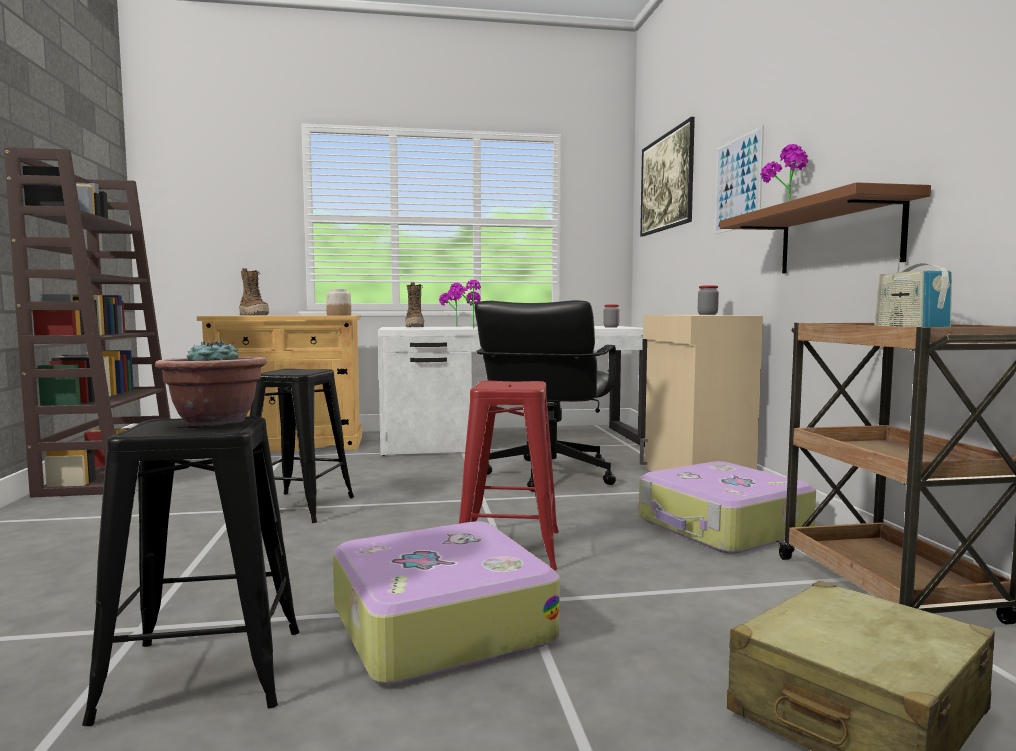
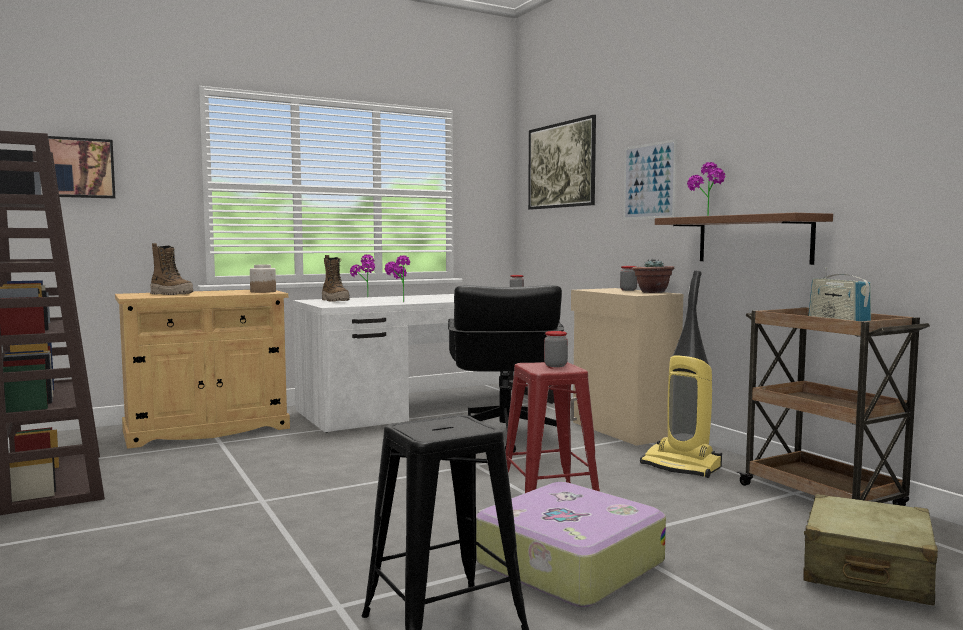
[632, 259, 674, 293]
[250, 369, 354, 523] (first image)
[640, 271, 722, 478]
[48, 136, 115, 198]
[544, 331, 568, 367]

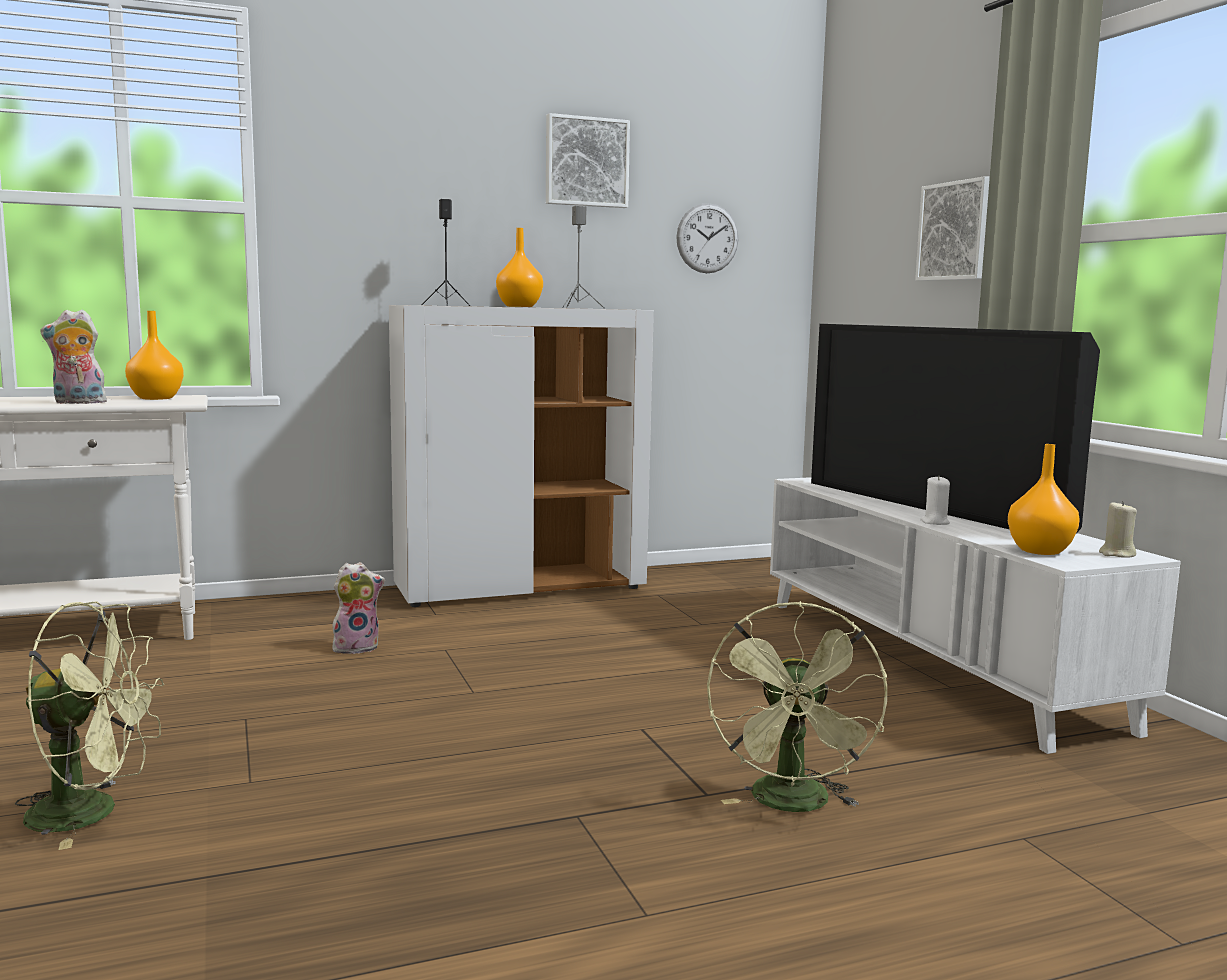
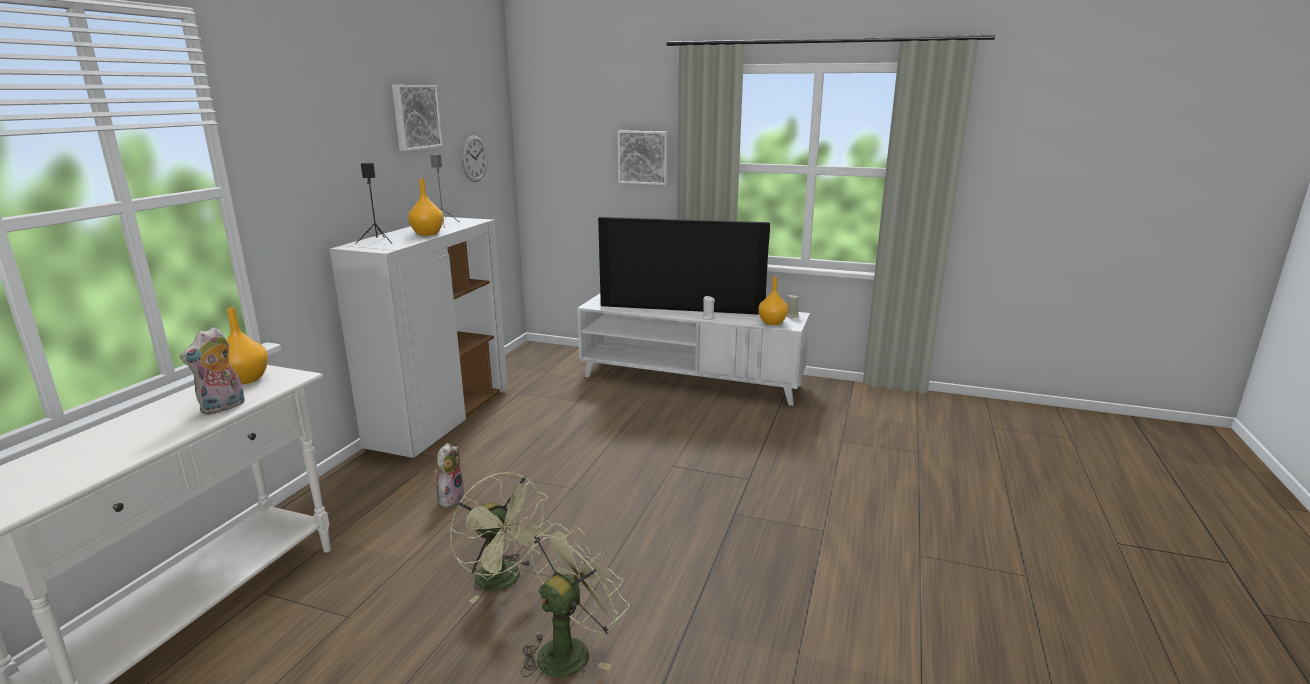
[450, 472, 552, 603]

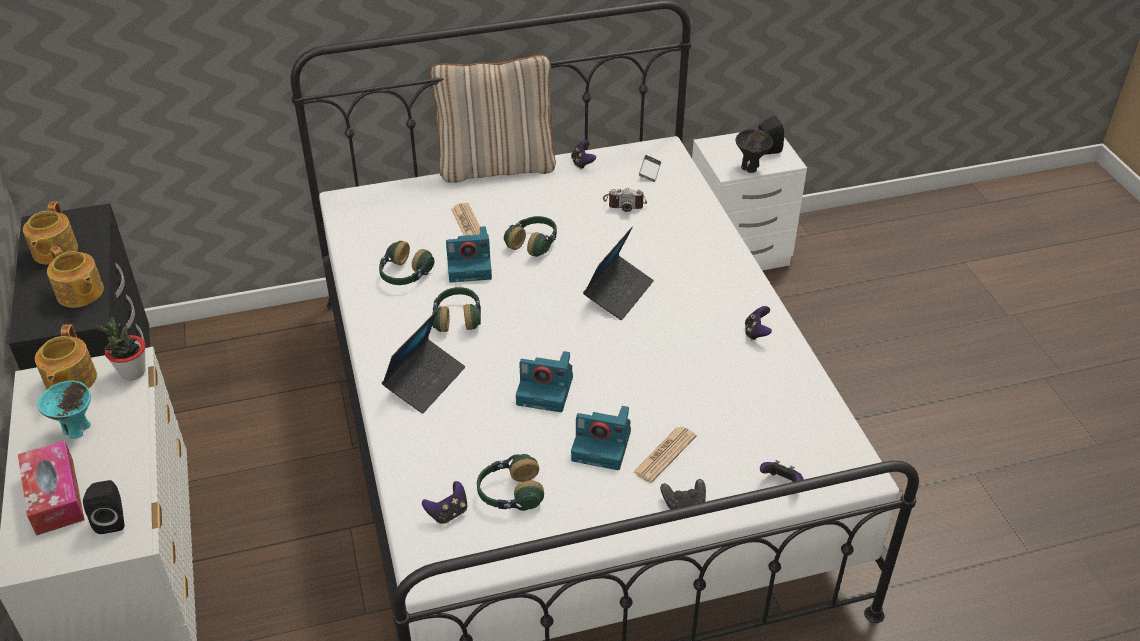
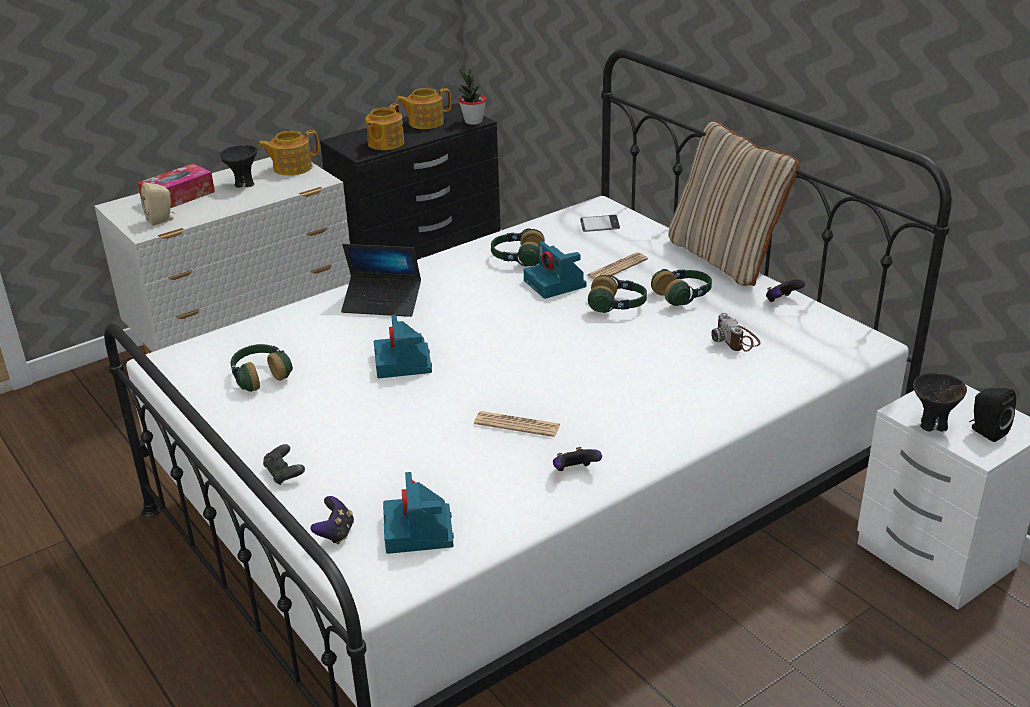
[580, 215, 620, 232]
[583, 227, 654, 320] (first image)
[651, 269, 712, 306]
[459, 68, 486, 125]
[220, 145, 257, 188]
[383, 472, 454, 554]
[474, 411, 561, 437]
[141, 183, 174, 226]
[422, 481, 468, 524] (first image)

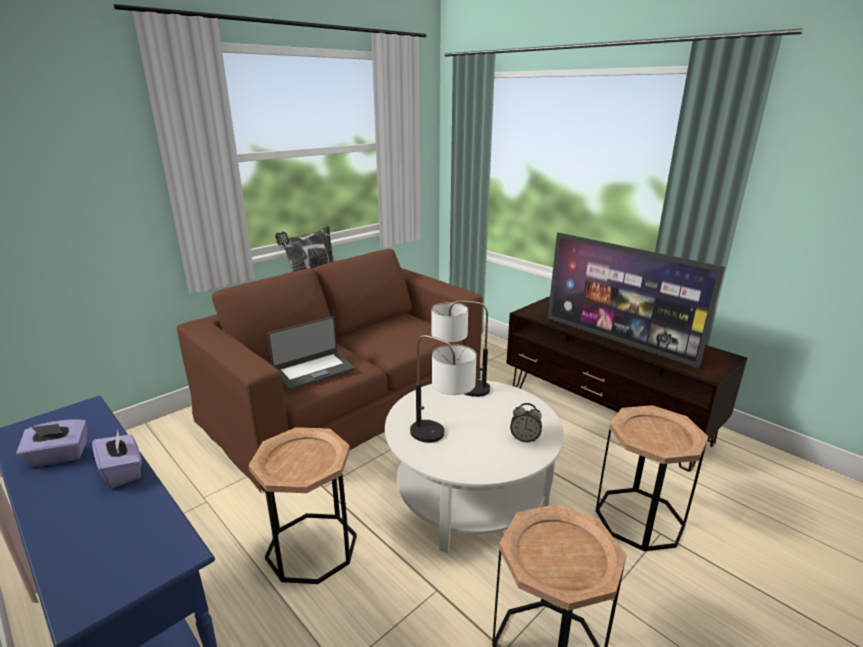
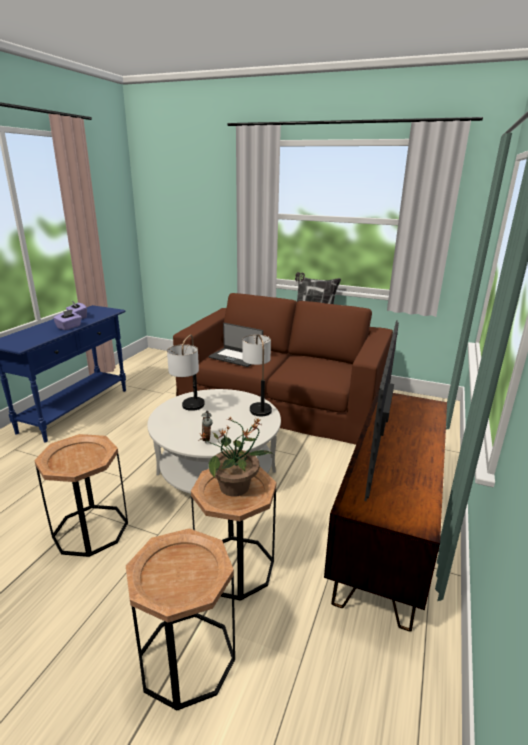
[126, 528, 235, 710]
[198, 416, 273, 497]

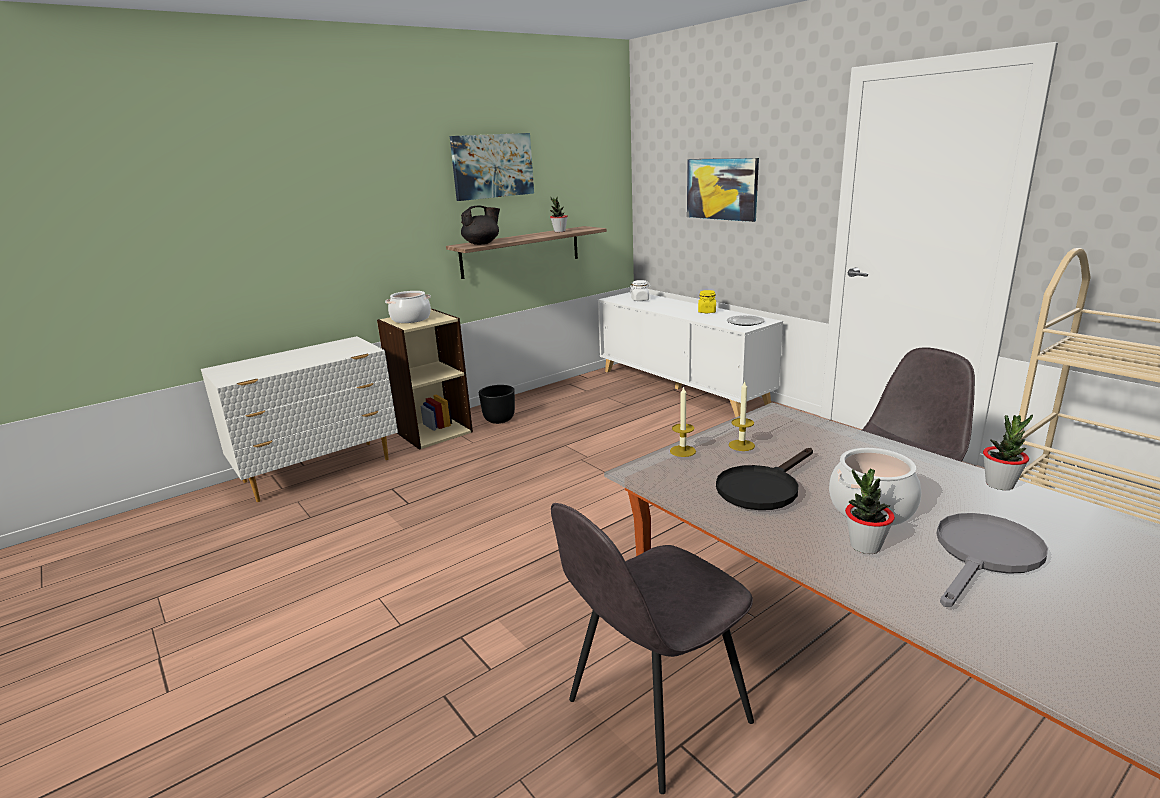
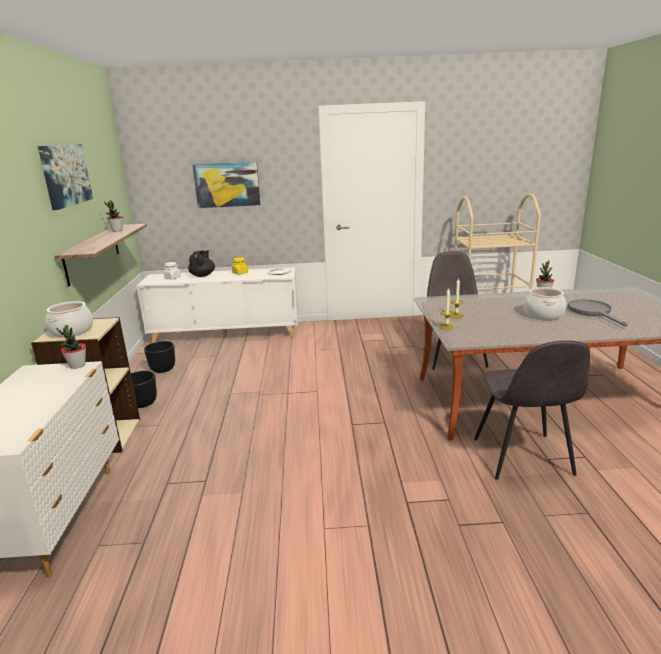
[188, 250, 215, 277]
[716, 448, 813, 510] (first image)
[56, 325, 86, 369]
[144, 341, 175, 373]

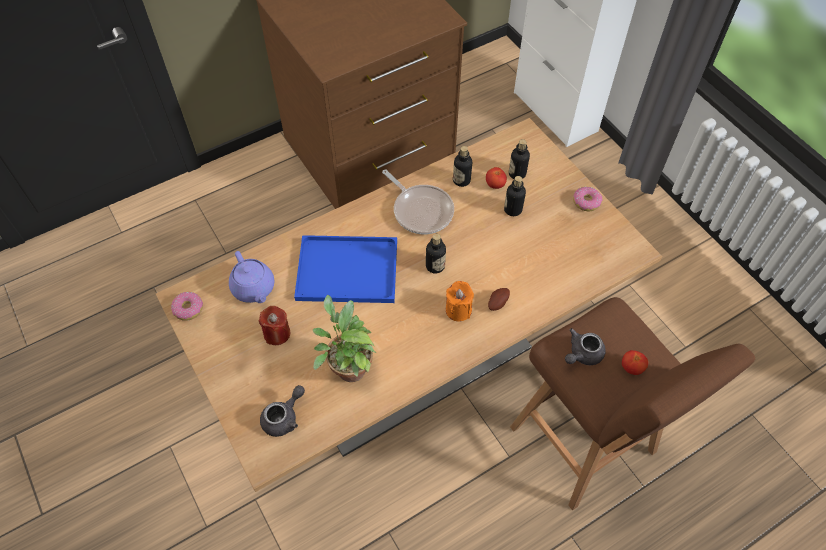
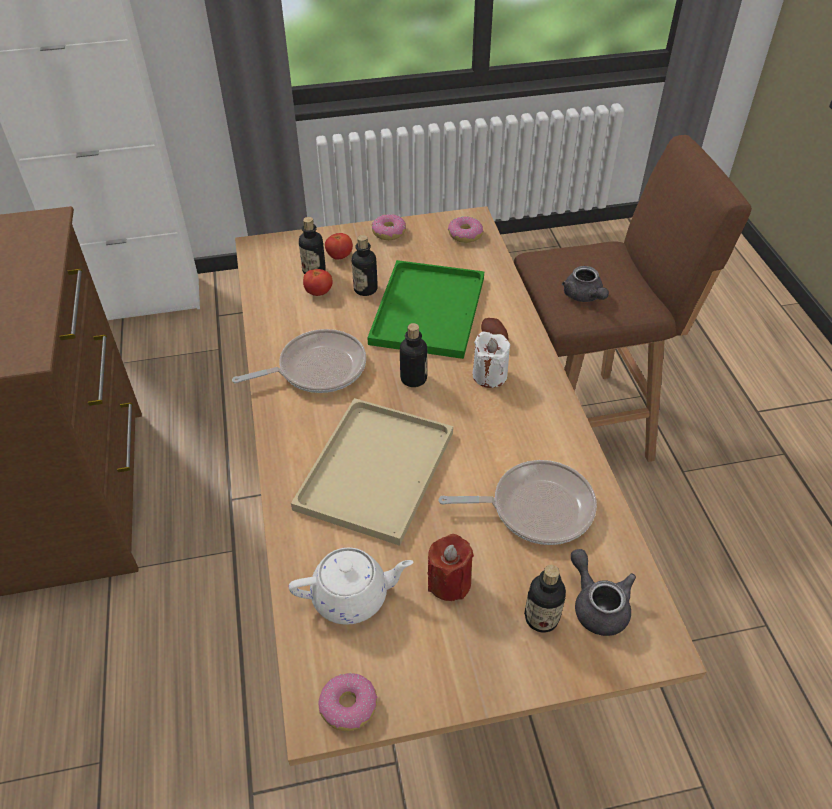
[524, 565, 566, 633]
[291, 398, 453, 546]
[289, 548, 413, 625]
[473, 331, 510, 388]
[438, 460, 597, 545]
[325, 233, 353, 259]
[448, 216, 483, 243]
[367, 260, 484, 359]

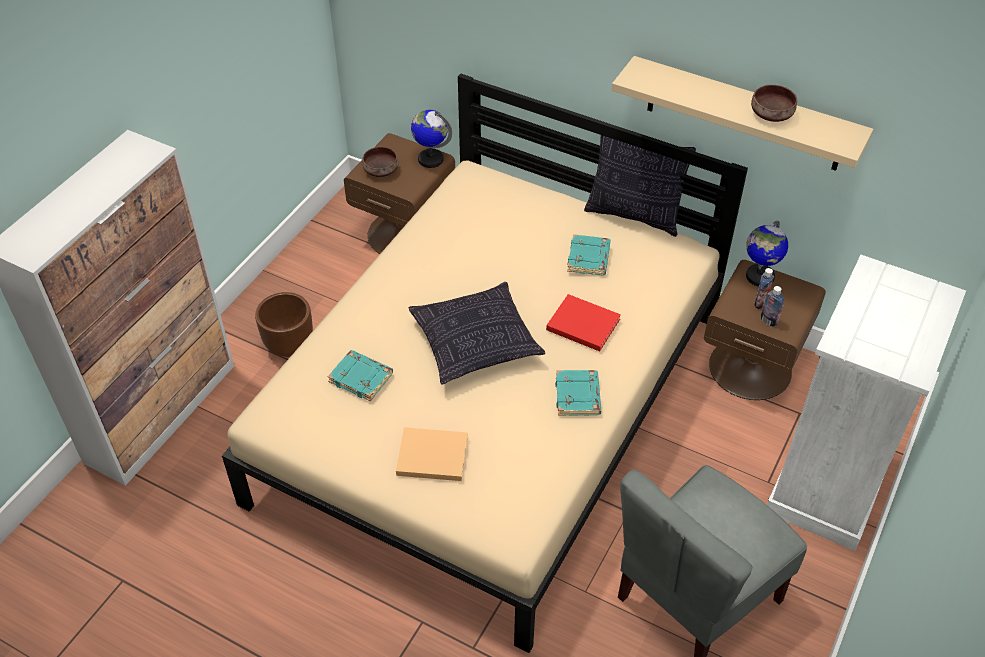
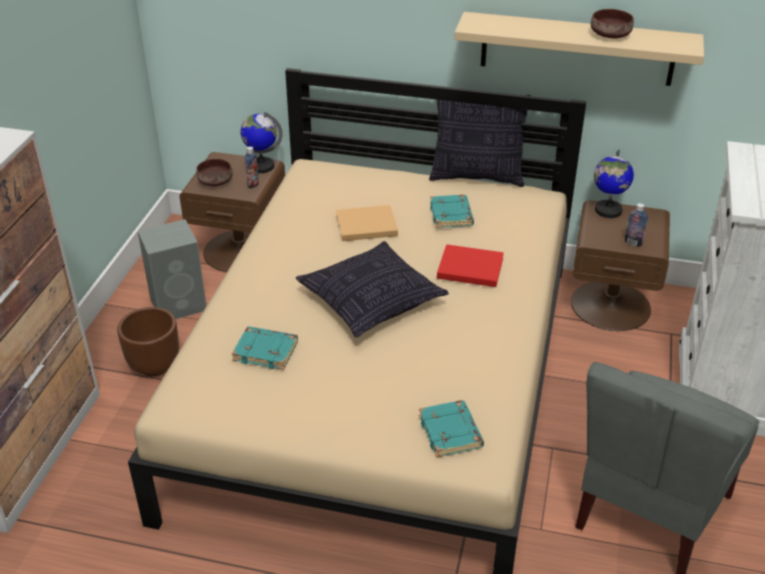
[245, 146, 259, 188]
[419, 400, 484, 458]
[336, 205, 398, 241]
[138, 219, 207, 319]

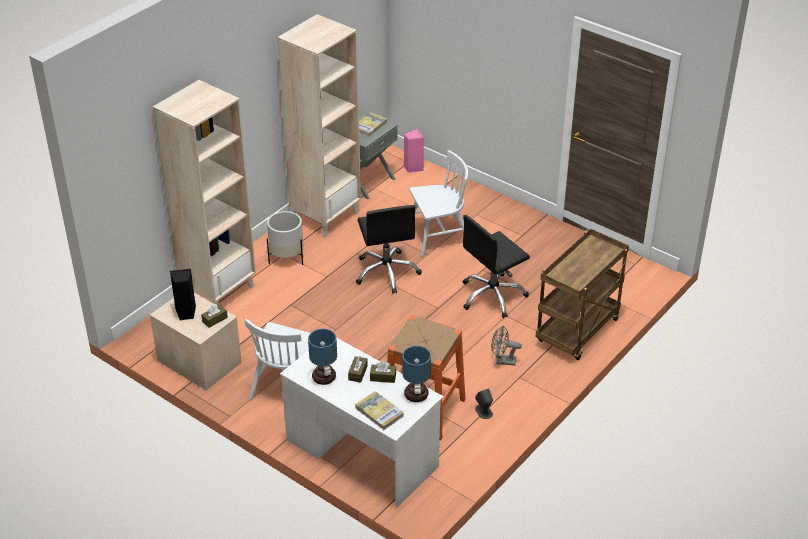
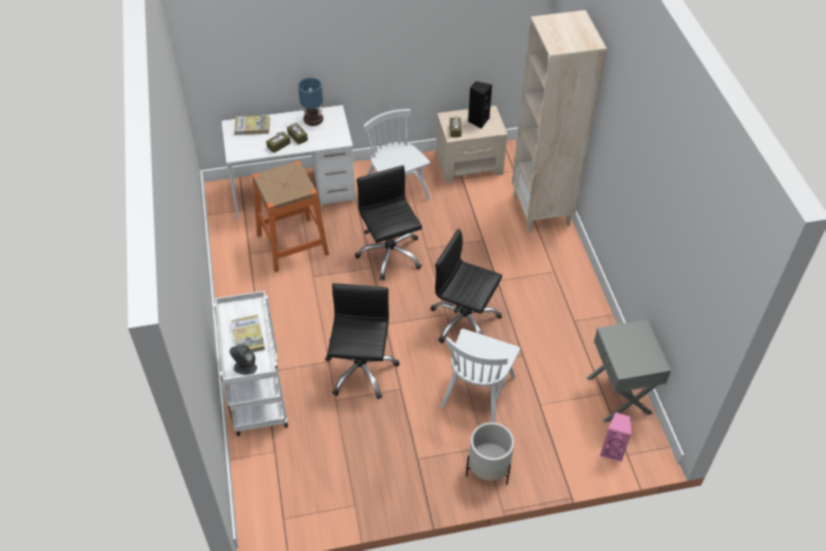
[277, 14, 361, 237] (first image)
[231, 315, 265, 352]
[466, 422, 514, 485]
[213, 291, 288, 436]
[491, 326, 522, 366] (first image)
[402, 346, 431, 402] (first image)
[230, 344, 257, 375]
[355, 165, 422, 281]

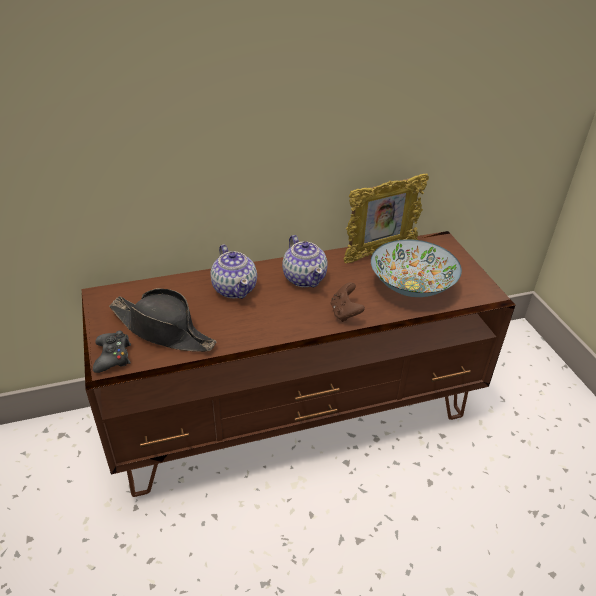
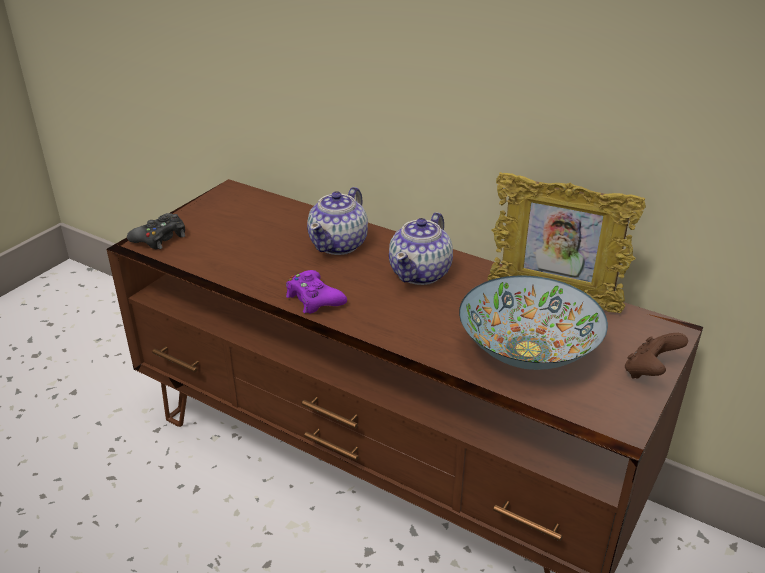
[625, 333, 688, 379]
[109, 288, 216, 352] (first image)
[286, 270, 347, 314]

